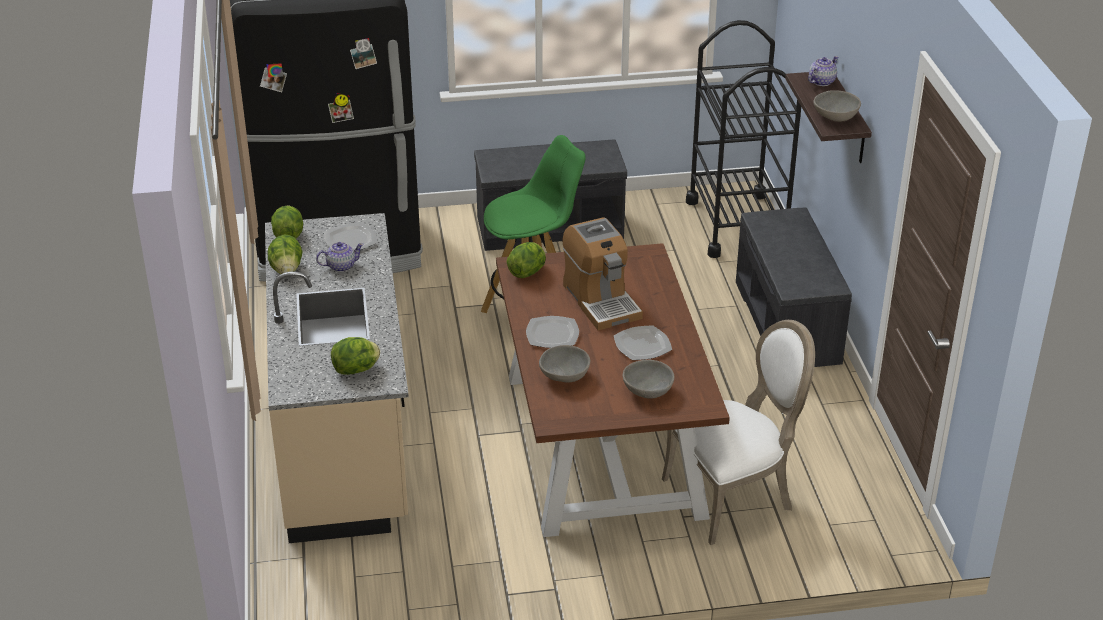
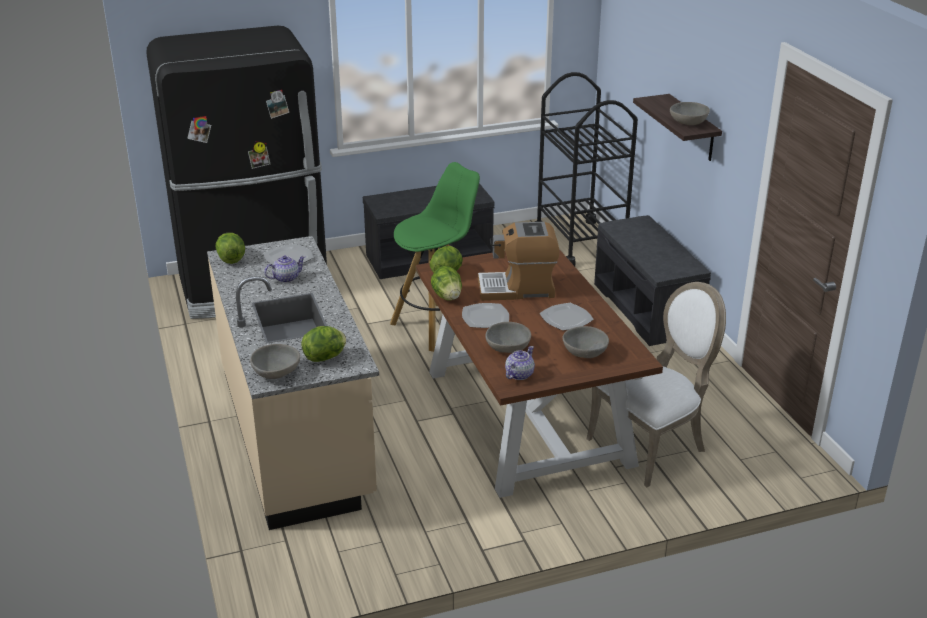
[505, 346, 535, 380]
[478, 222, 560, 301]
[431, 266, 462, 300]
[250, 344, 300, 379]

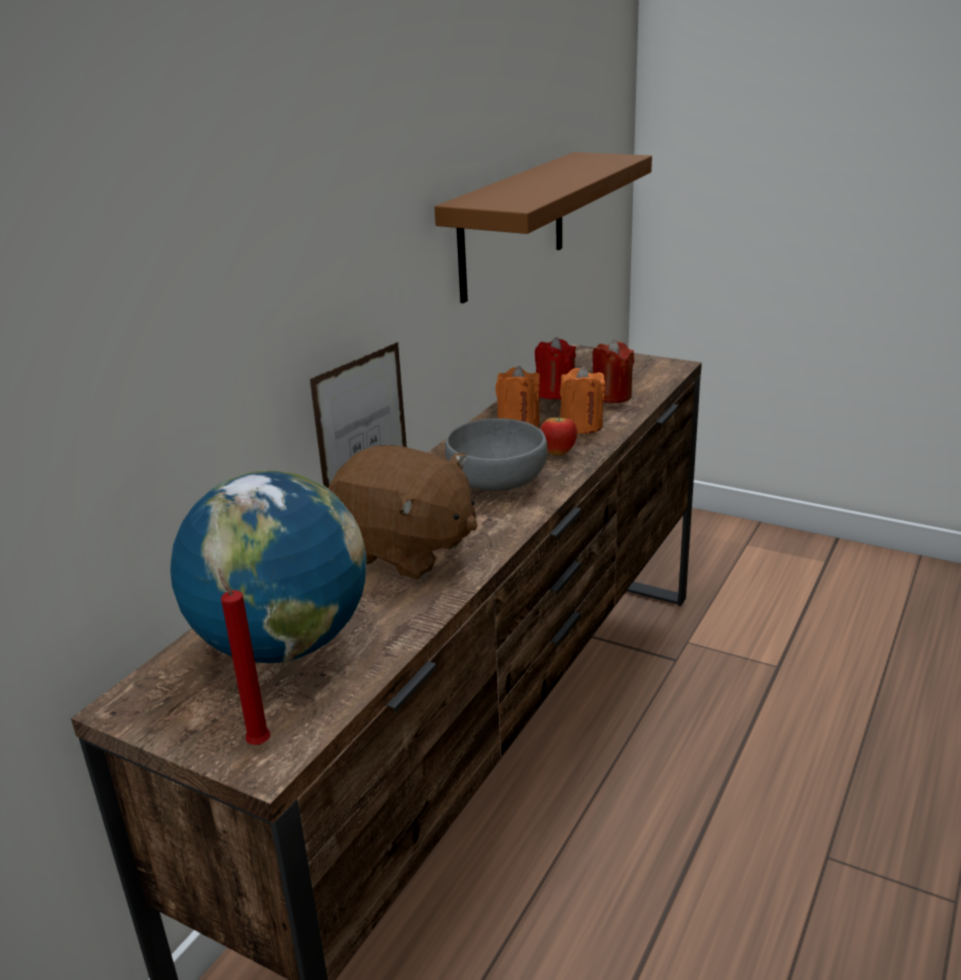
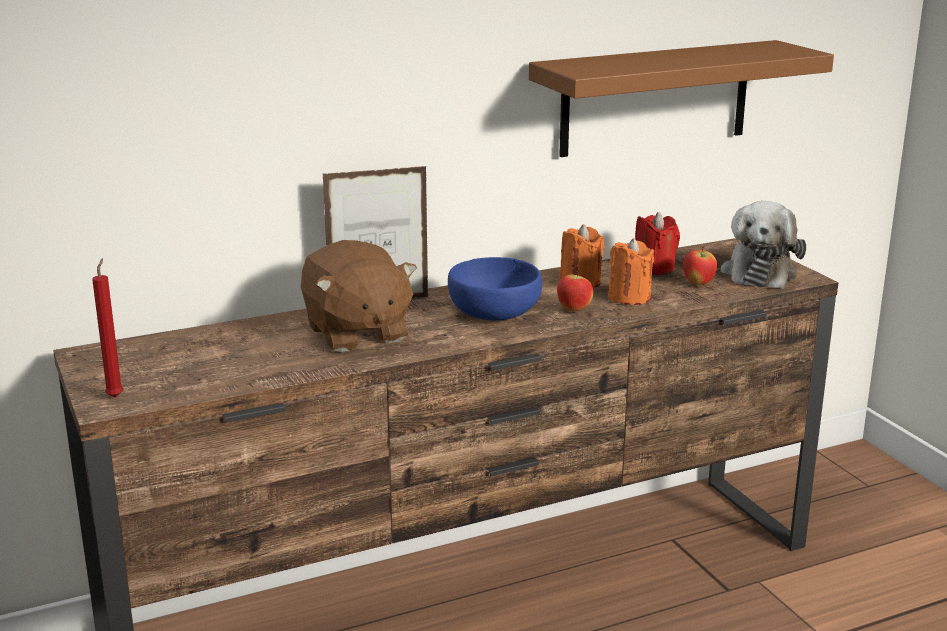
[683, 246, 717, 285]
[448, 257, 542, 321]
[170, 470, 367, 663] (first image)
[721, 201, 806, 289]

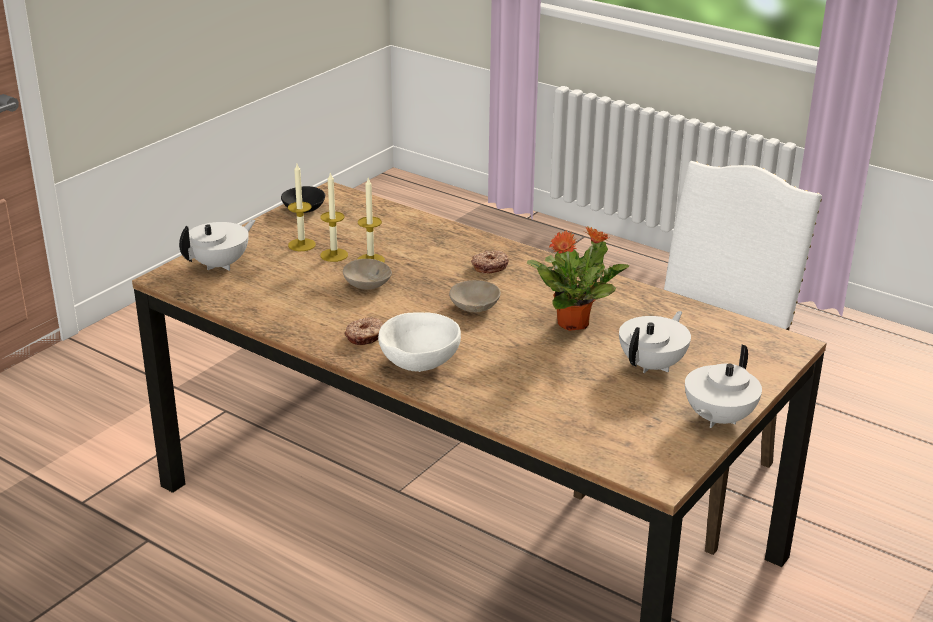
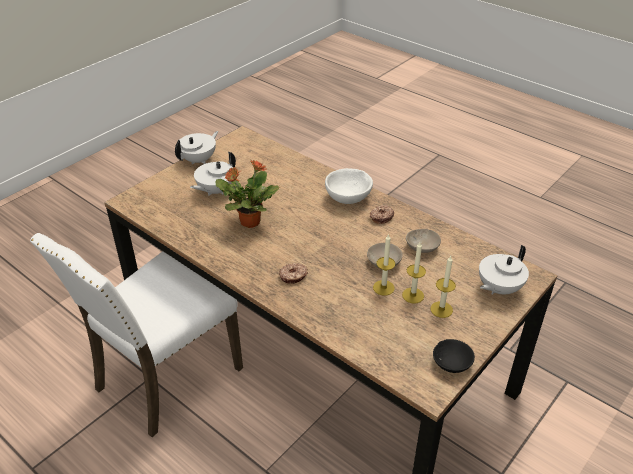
[406, 229, 441, 253]

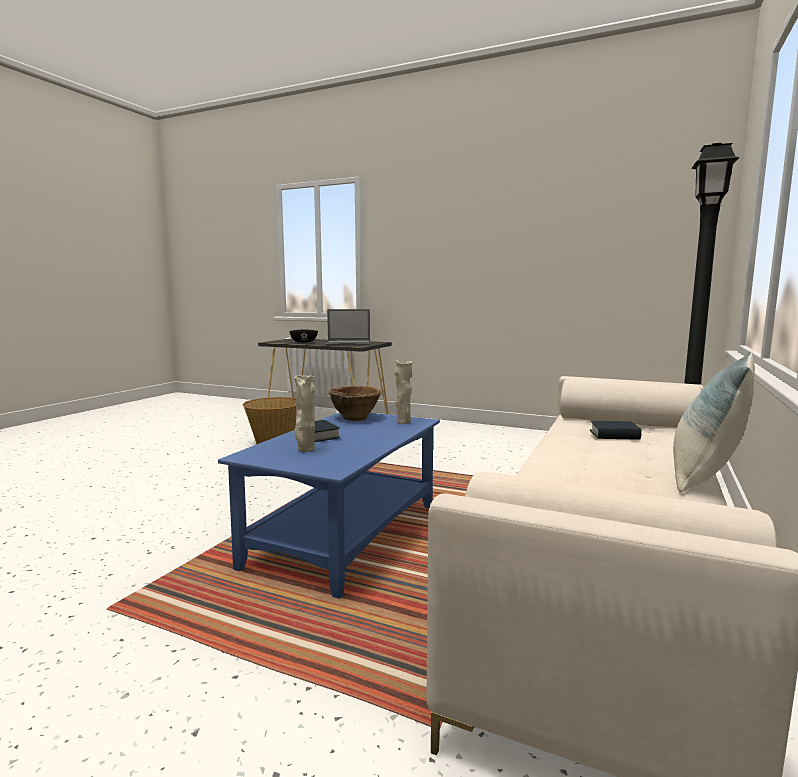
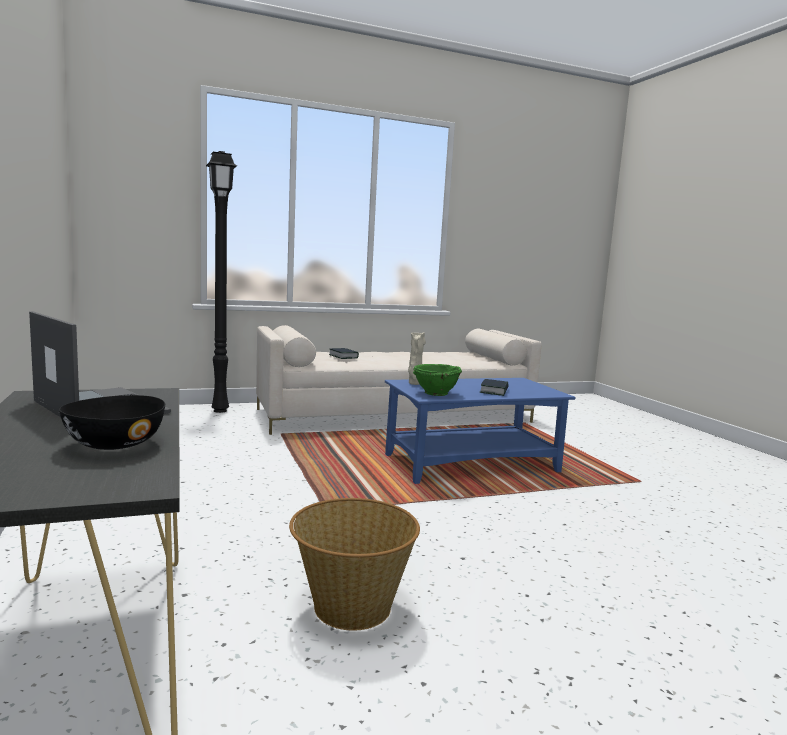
[673, 352, 755, 492] (first image)
[294, 375, 315, 452] (first image)
[413, 364, 462, 396]

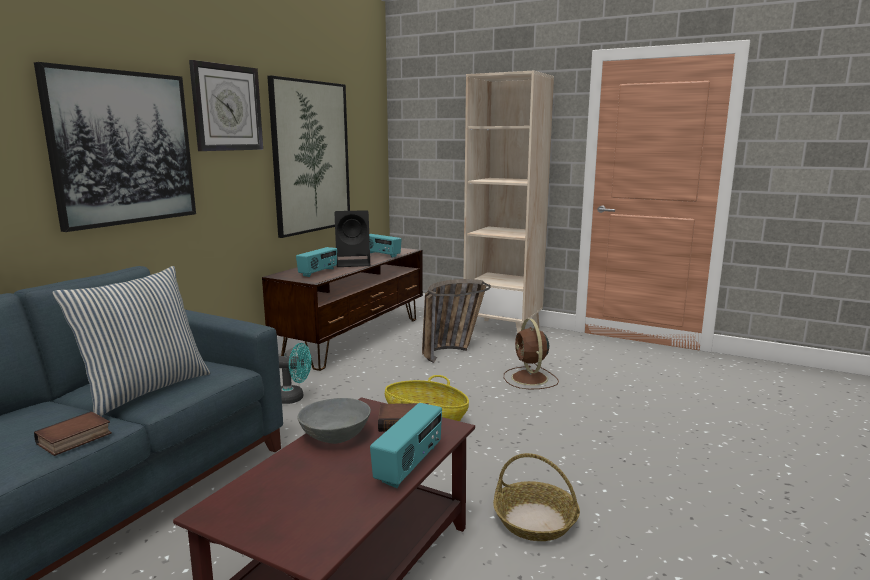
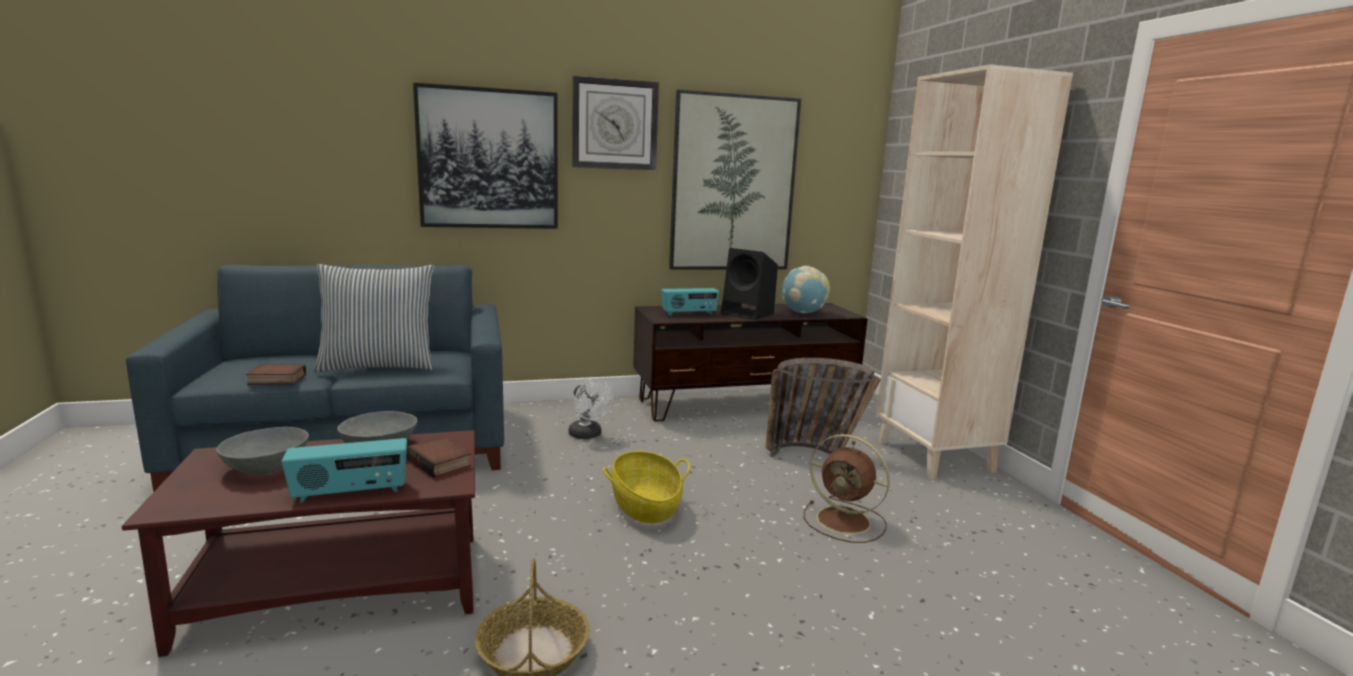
[782, 266, 830, 313]
[804, 434, 890, 543]
[569, 378, 613, 439]
[216, 427, 309, 475]

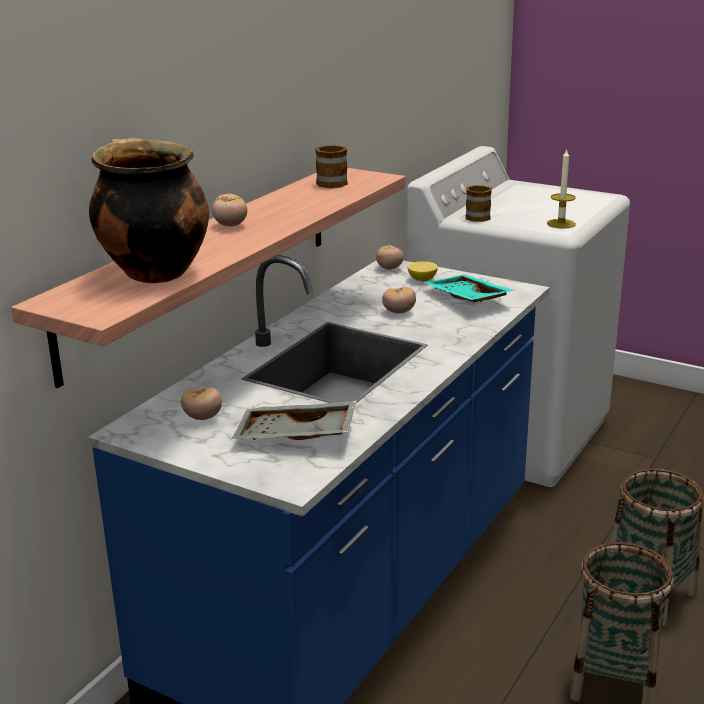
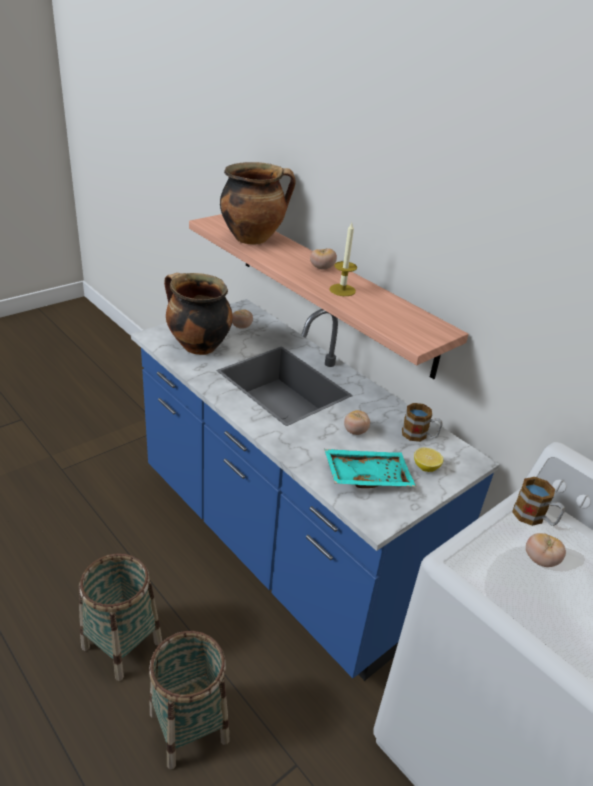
[402, 403, 443, 442]
[329, 223, 357, 296]
[526, 533, 566, 567]
[164, 273, 233, 355]

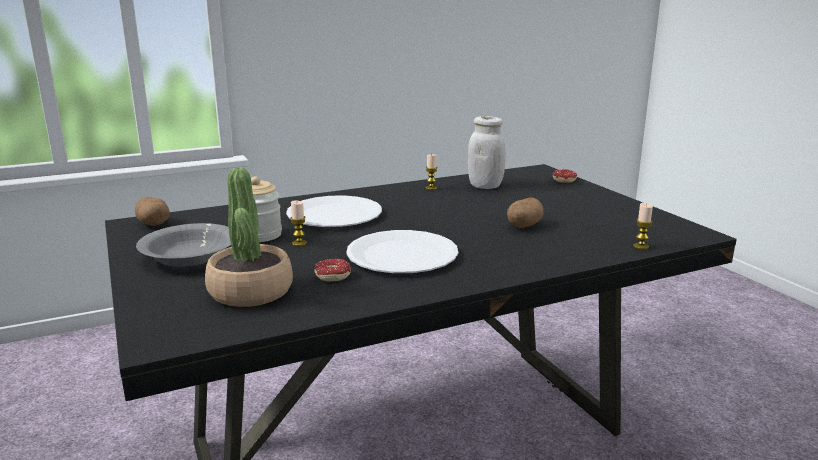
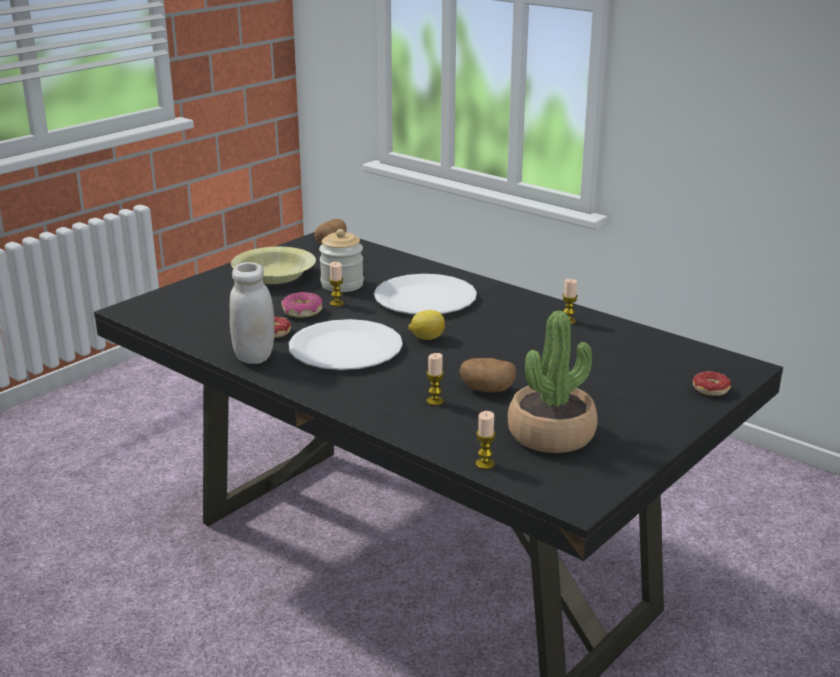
[230, 262, 274, 364]
[508, 311, 598, 453]
[231, 247, 316, 284]
[281, 292, 323, 318]
[408, 310, 445, 340]
[426, 353, 444, 406]

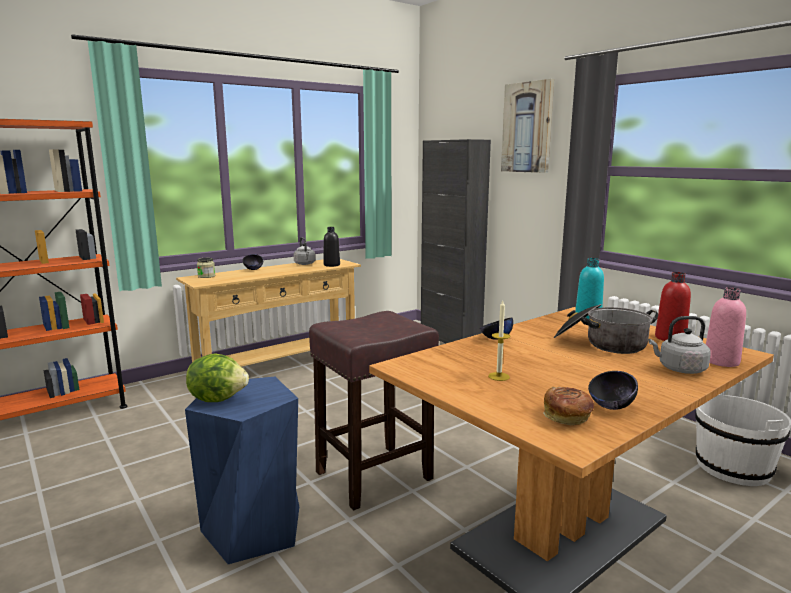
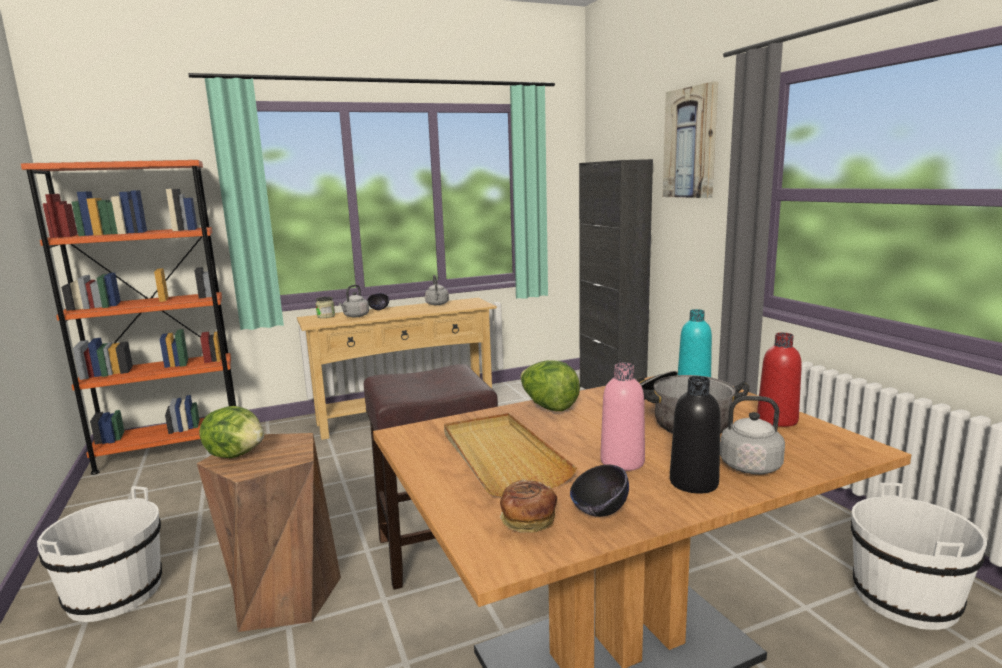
[670, 376, 721, 494]
[600, 363, 645, 471]
[444, 413, 577, 497]
[520, 360, 580, 411]
[197, 433, 341, 632]
[339, 284, 369, 317]
[37, 486, 162, 622]

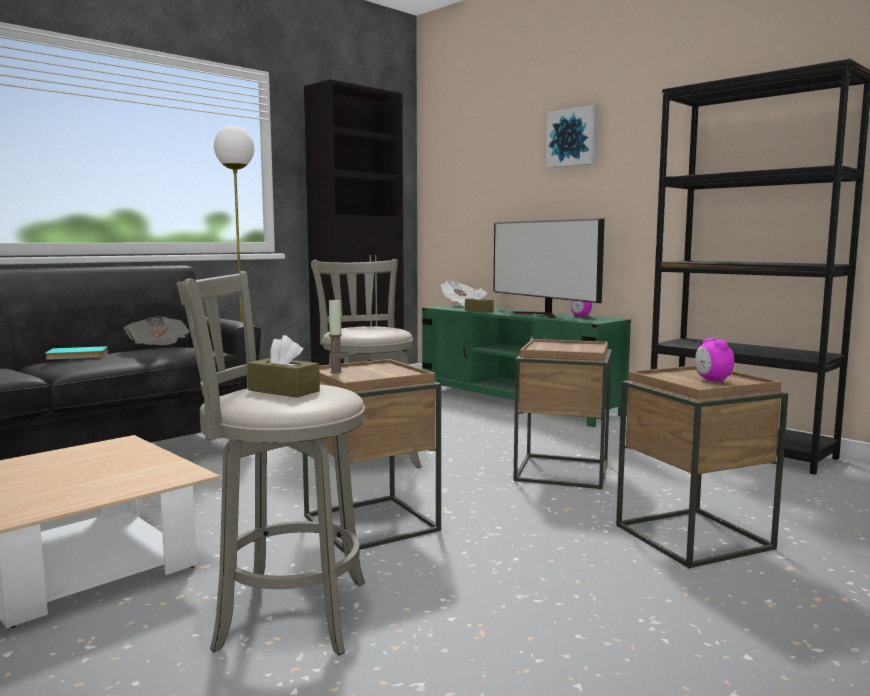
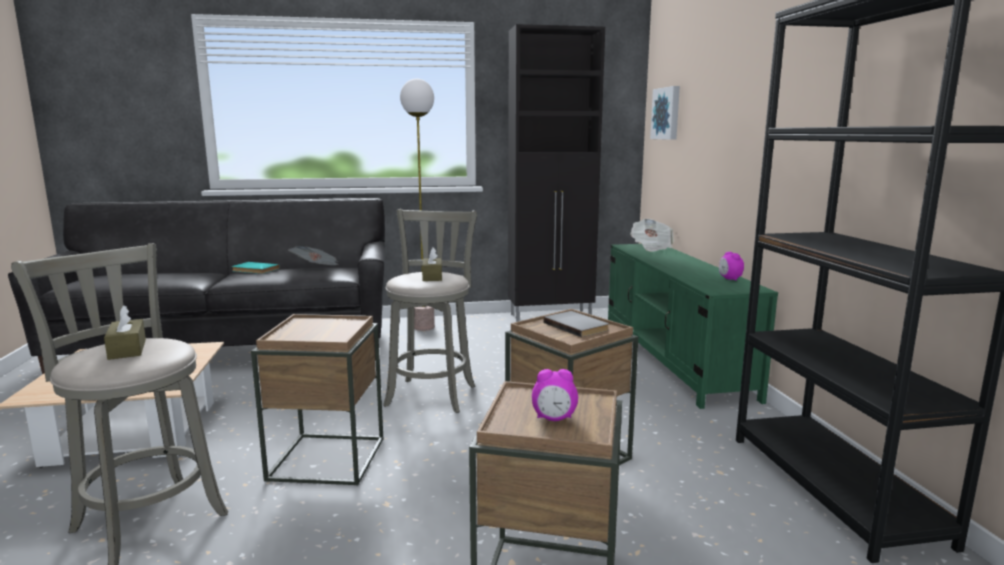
[650, 86, 680, 140]
[493, 218, 605, 318] (first image)
[422, 247, 442, 281]
[329, 299, 343, 374] (first image)
[532, 369, 578, 421]
[543, 311, 609, 337]

